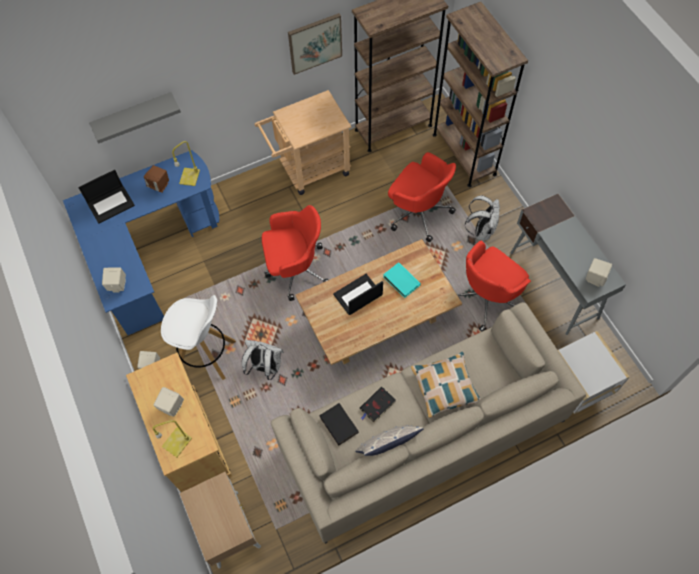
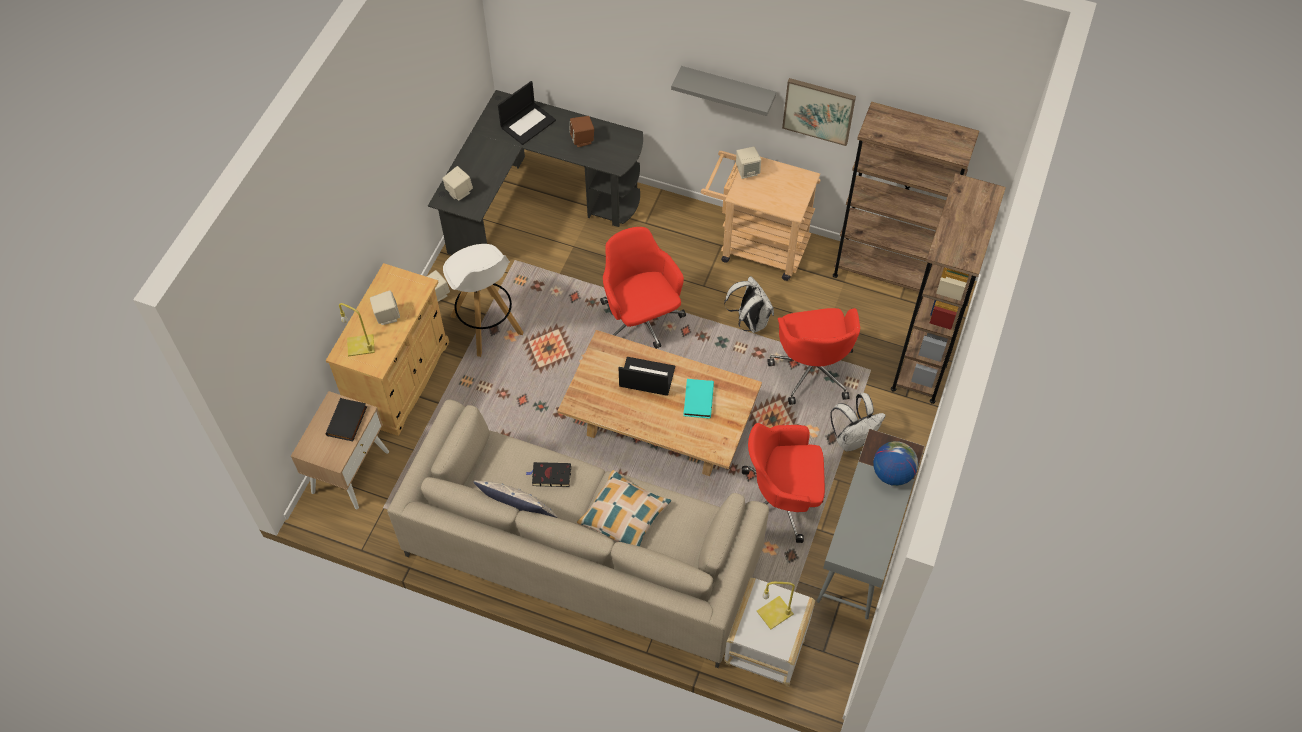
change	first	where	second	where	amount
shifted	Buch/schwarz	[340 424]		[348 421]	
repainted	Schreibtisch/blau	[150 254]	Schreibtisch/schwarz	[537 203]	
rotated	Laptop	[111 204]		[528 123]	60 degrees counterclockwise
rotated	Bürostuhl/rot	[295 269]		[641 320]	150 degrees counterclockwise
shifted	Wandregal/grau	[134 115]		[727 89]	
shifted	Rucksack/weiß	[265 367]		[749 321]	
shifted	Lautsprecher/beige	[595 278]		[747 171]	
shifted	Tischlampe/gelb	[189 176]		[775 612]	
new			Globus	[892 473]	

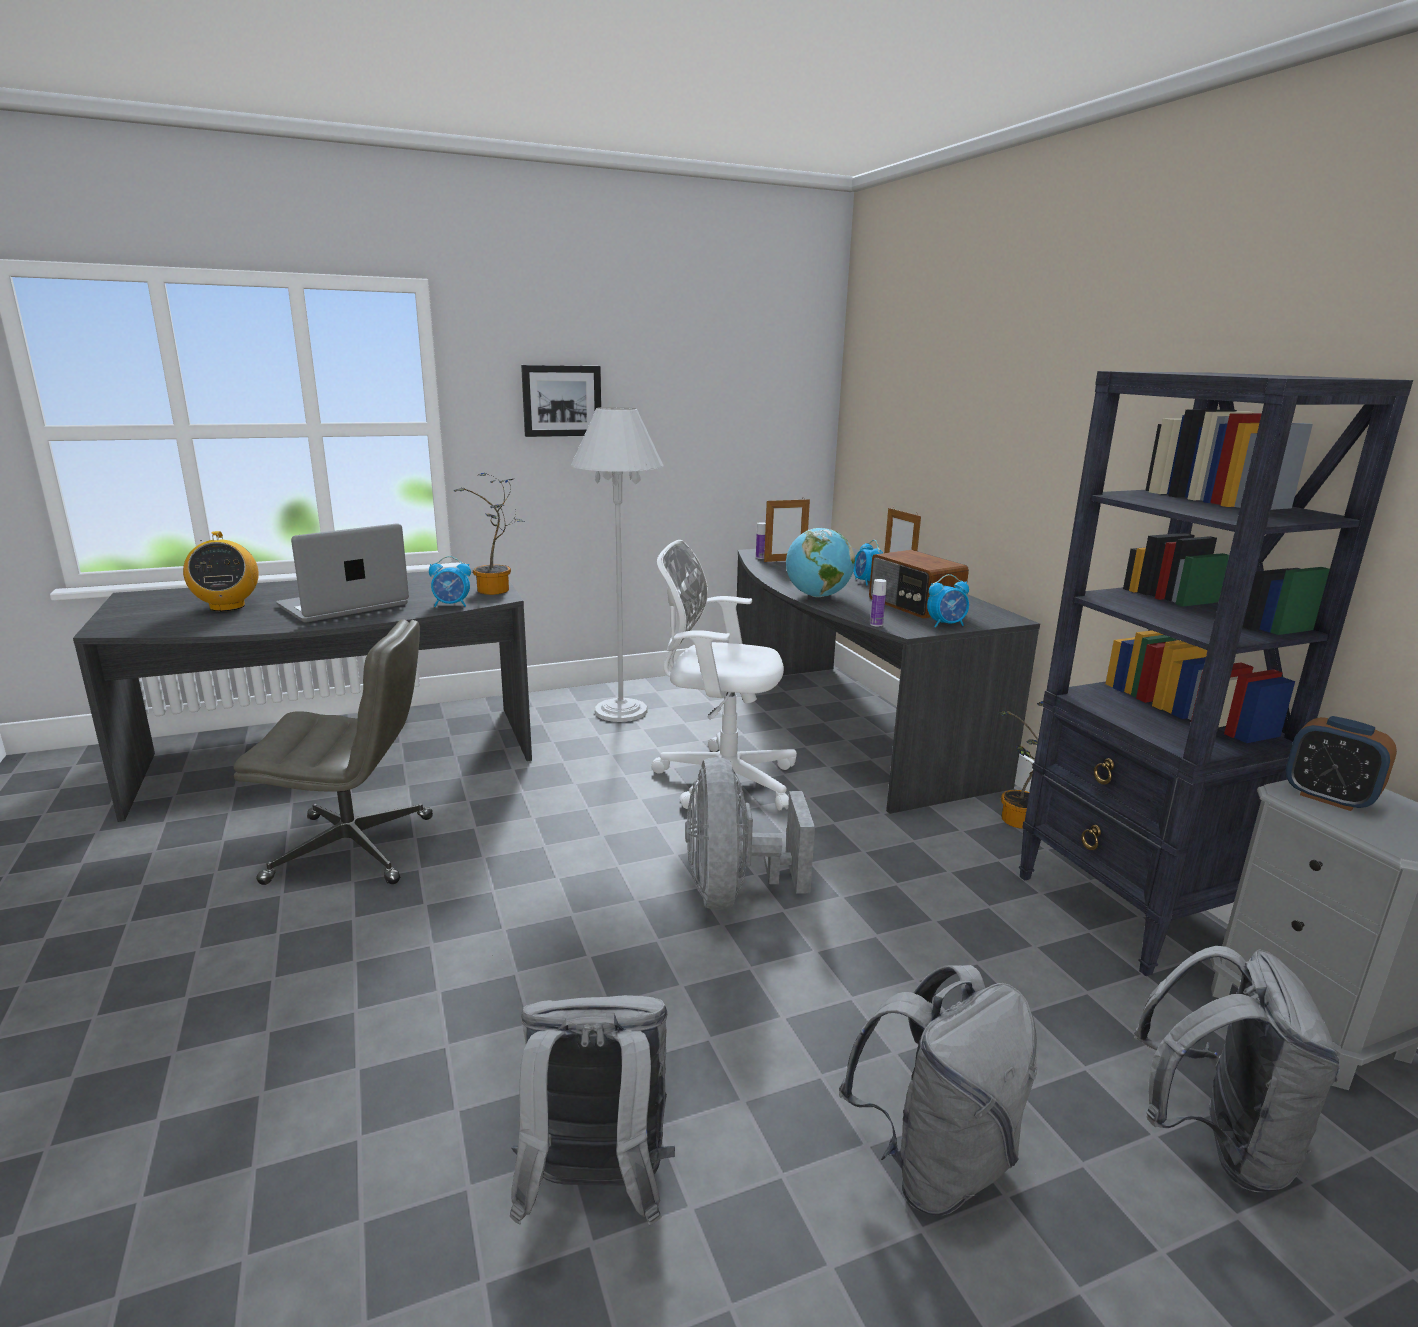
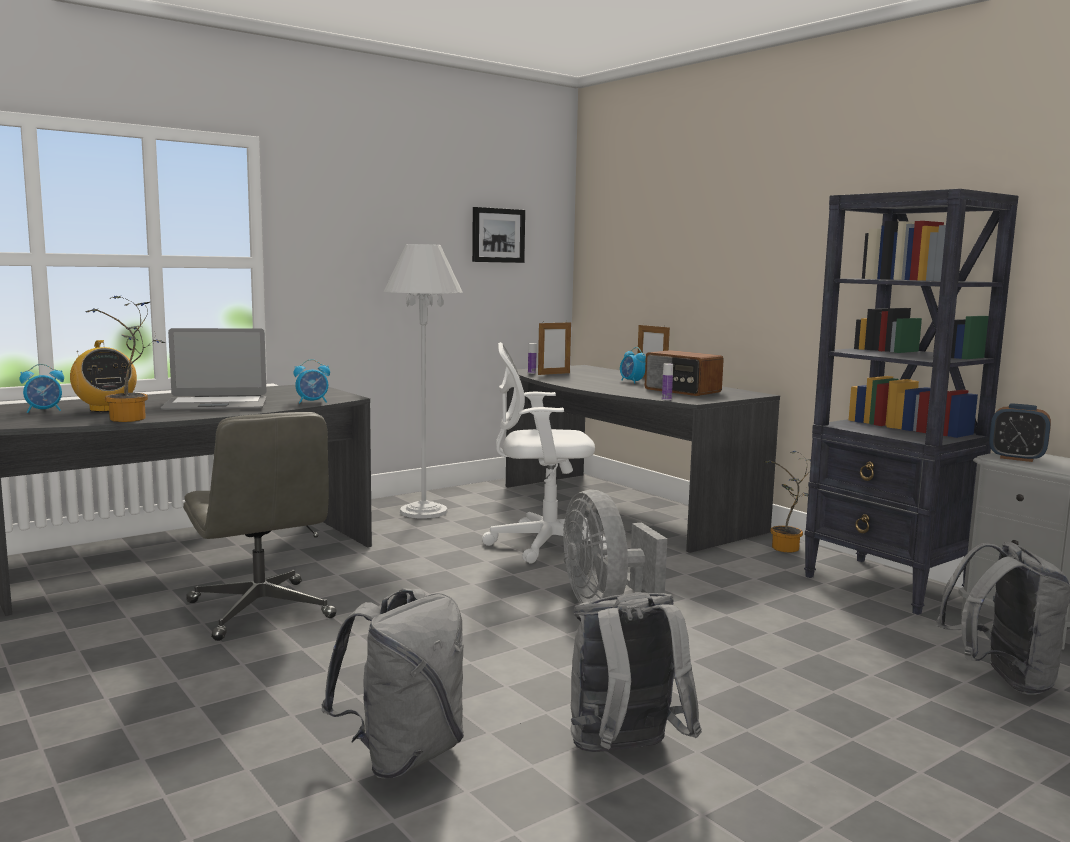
change	first	where	second	where	amount
shifted	Wecker	[946 624]		[44 411]	
shifted	Topfpflanze	[496 591]		[132 419]	
rotated	Laptop	[344 606]		[216 405]	135 degrees counterclockwise
rotated	Bürostuhl/grau	[354 849]		[261 610]	75 degrees clockwise
shifted	Rucksack/grau	[935 1162]		[403 756]	
shifted	Bild	[561 400]		[497 235]	
gone	Globus	[817 596]			

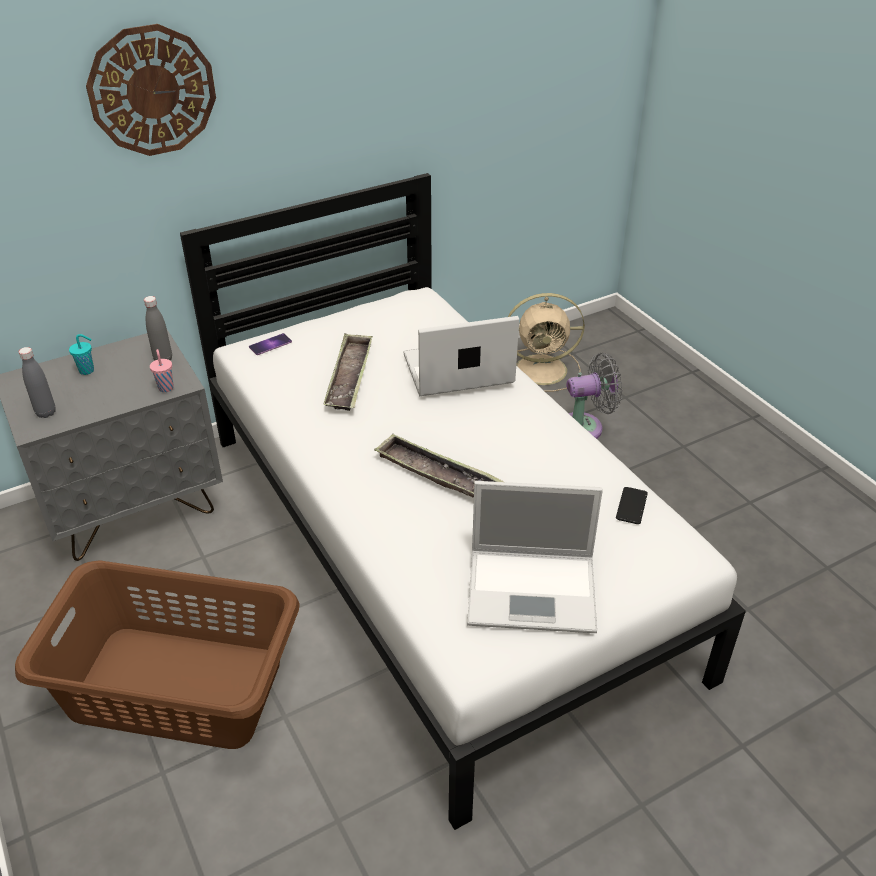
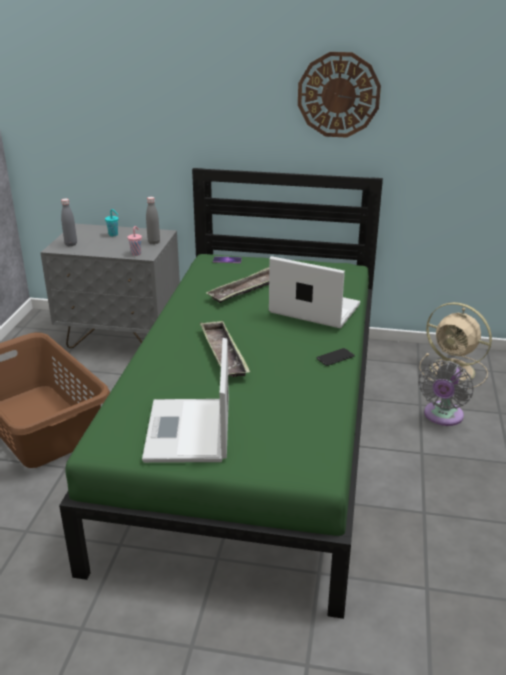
change	first	where	second	where	amount
repainted	Bett/weiß	[439 546]	Bett/grün	[253 433]	
rotated	Laptop	[534 590]		[188 432]	45 degrees clockwise
shifted	Wanduhr	[152 91]		[338 95]	
shifted	Handy	[631 506]		[335 357]	
rotated	Ventilator/grau	[585 427]		[442 416]	90 degrees clockwise

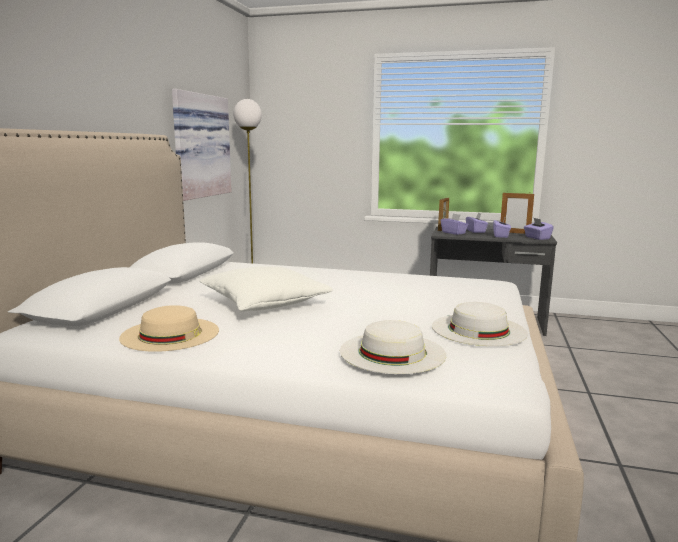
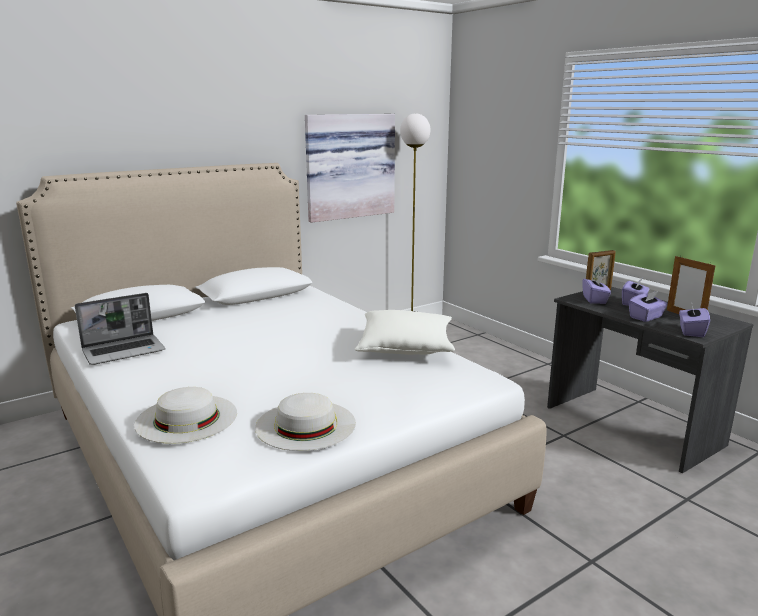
change	first	where	second	where	amount
swapped	Hut/beige	[170 334]	Laptop	[124 351]	
shifted	Kissen/weiß	[265 304]		[406 347]	

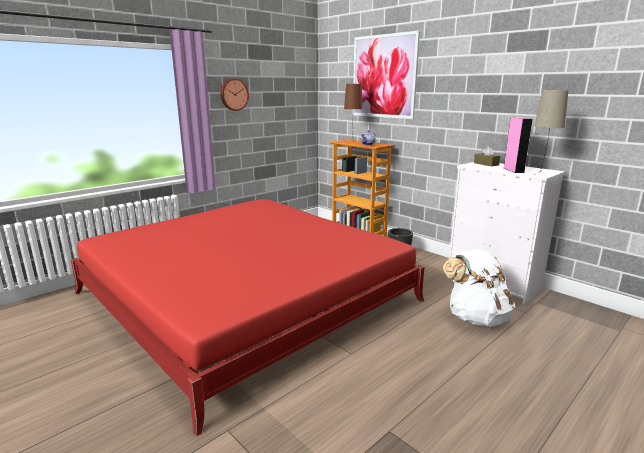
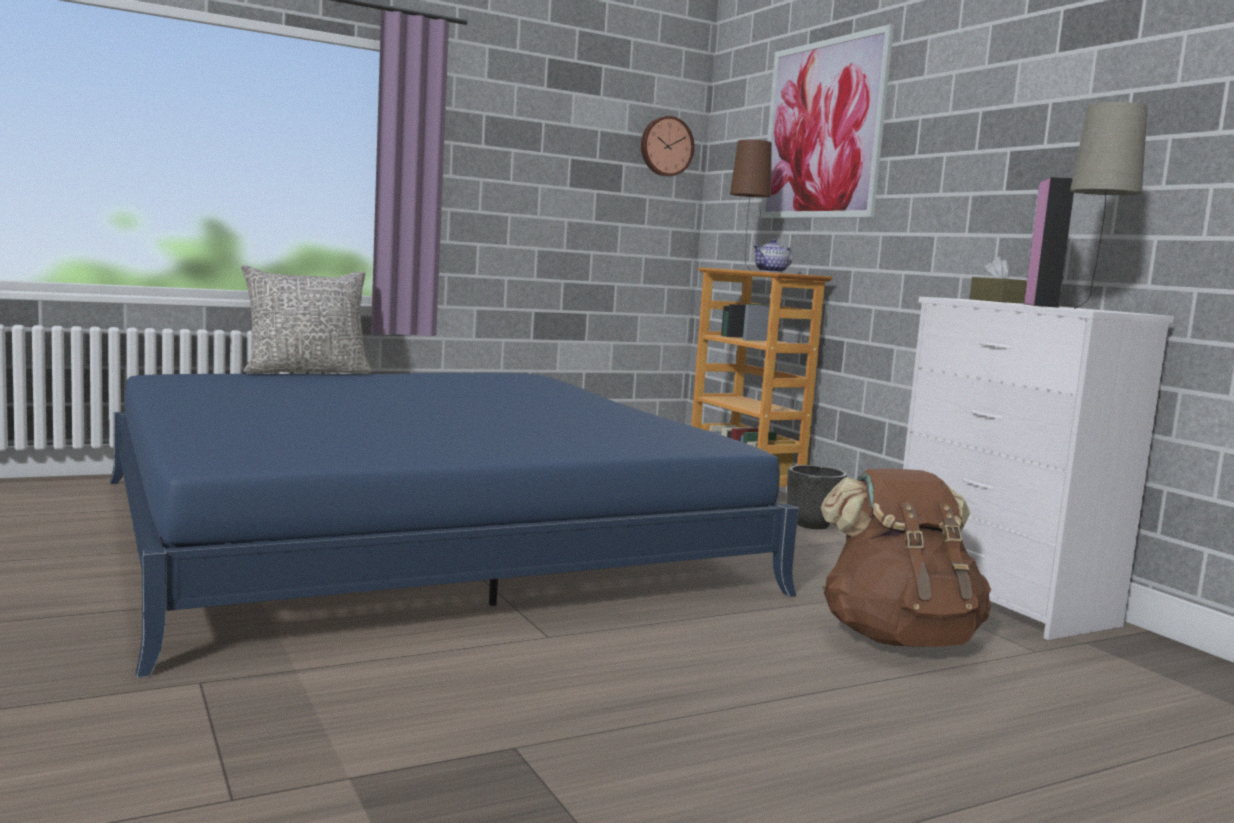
change	first	where	second	where	amount
repainted	Bett/rot	[246 297]	Bett/blau	[413 533]	
new			Kissen/grau	[306 372]	
shifted	Wanduhr	[234 94]		[666 146]	
repainted	Rucksack/weiß	[476 317]	Rucksack/braun	[898 638]	

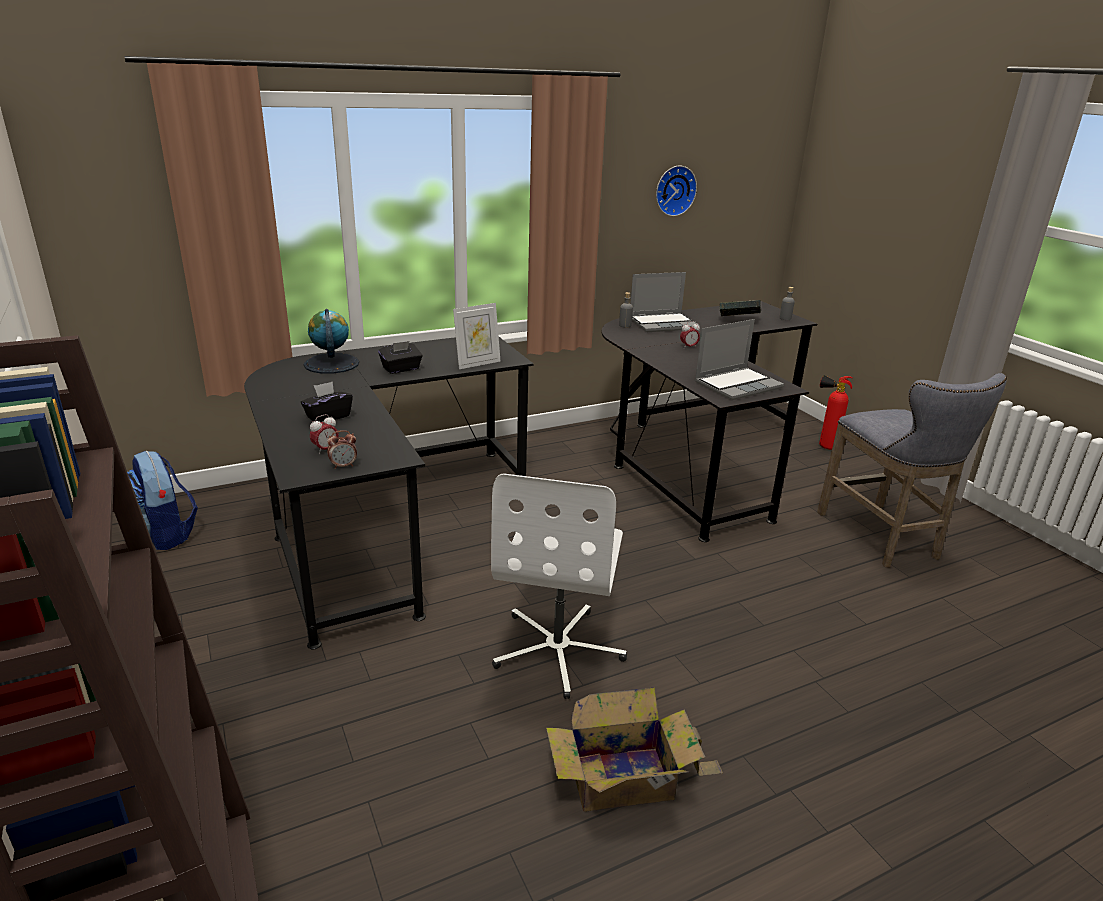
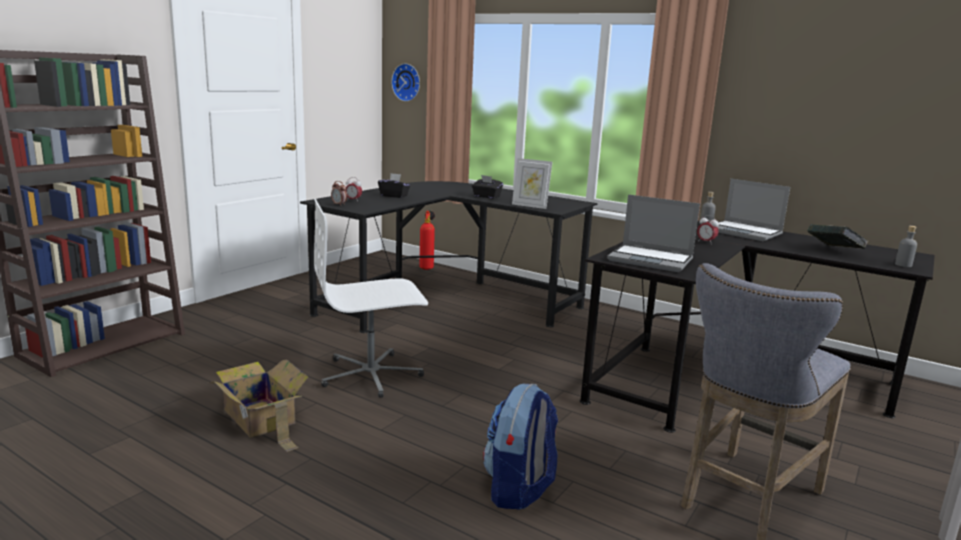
change	first	where	second	where	amount
shifted	Wanduhr	[674 190]		[407 82]	
shifted	Feuerlöscher	[823 446]		[427 268]	
shifted	Rucksack	[166 534]		[519 489]	
gone	Globus	[331 364]			

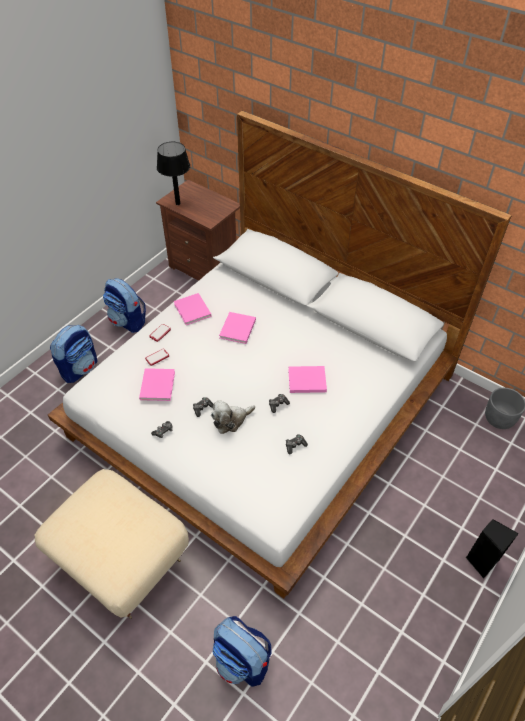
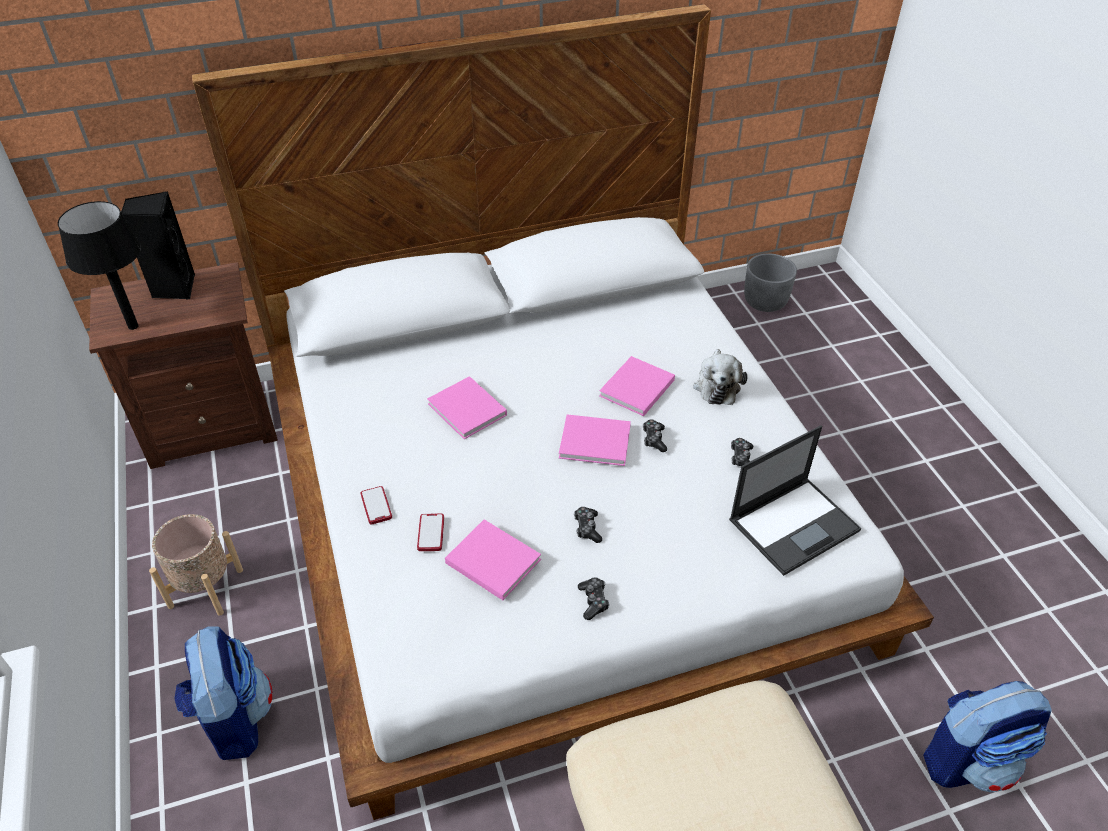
change	first	where	second	where	amount
shifted	Lautsprecher/schwarz	[481 561]		[174 288]	
swapped	Rucksack	[128 321]	Pflanzkübel/beige	[205 588]	
shifted	Buch/rosa	[193 311]		[597 442]	
shifted	Plüschtier	[231 420]		[717 385]	
new			Laptop	[794 524]	

